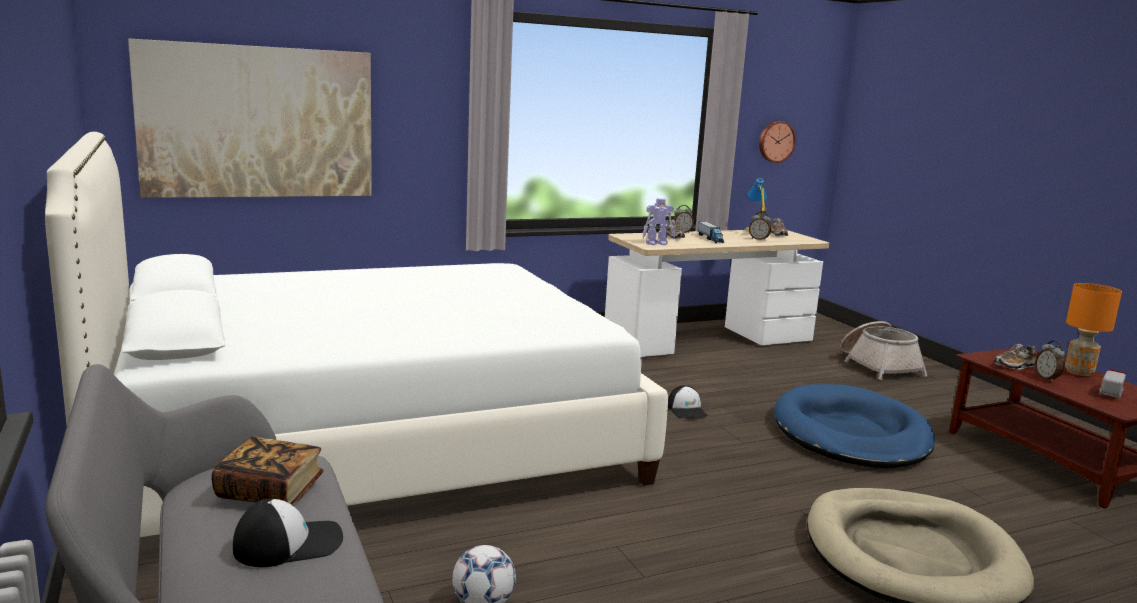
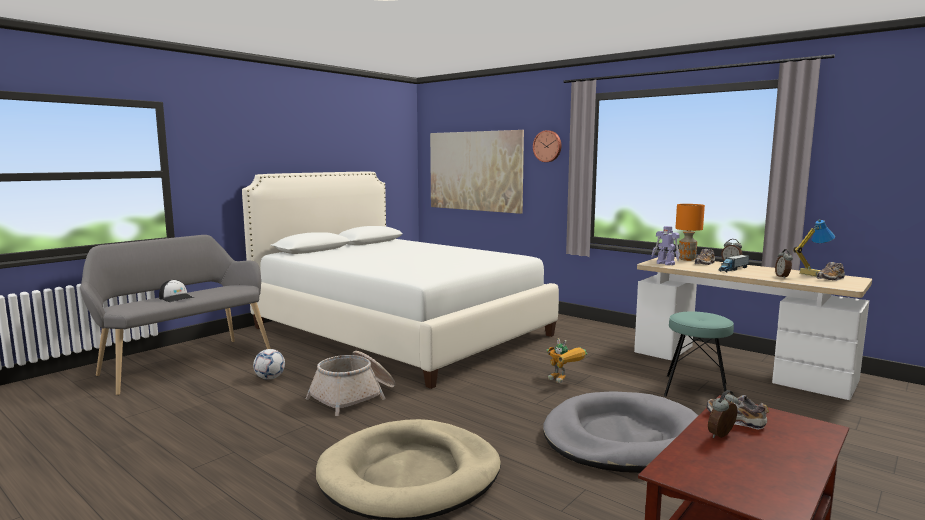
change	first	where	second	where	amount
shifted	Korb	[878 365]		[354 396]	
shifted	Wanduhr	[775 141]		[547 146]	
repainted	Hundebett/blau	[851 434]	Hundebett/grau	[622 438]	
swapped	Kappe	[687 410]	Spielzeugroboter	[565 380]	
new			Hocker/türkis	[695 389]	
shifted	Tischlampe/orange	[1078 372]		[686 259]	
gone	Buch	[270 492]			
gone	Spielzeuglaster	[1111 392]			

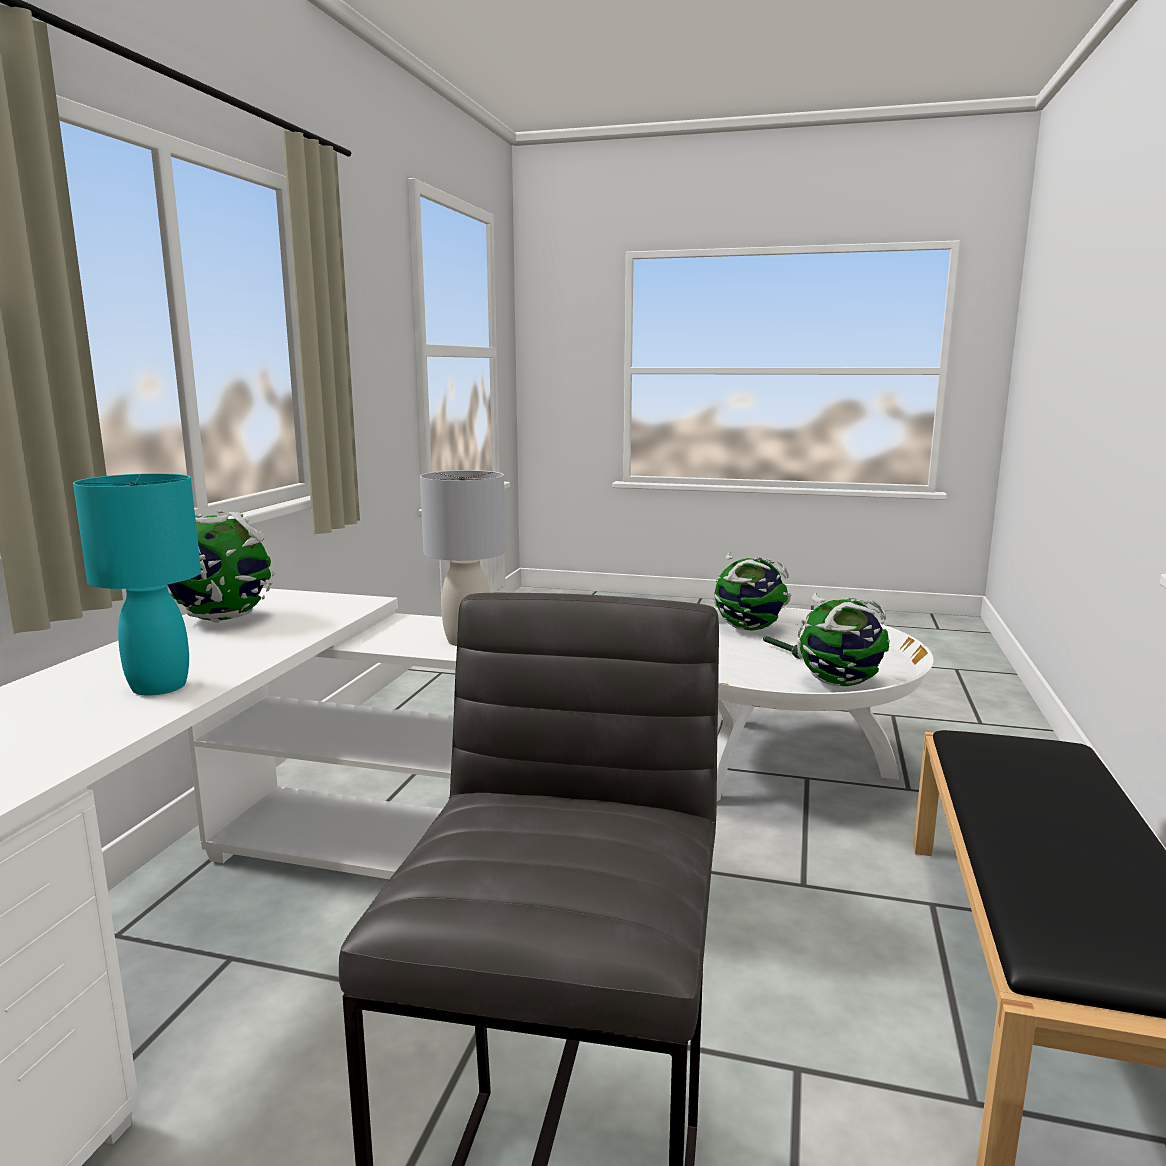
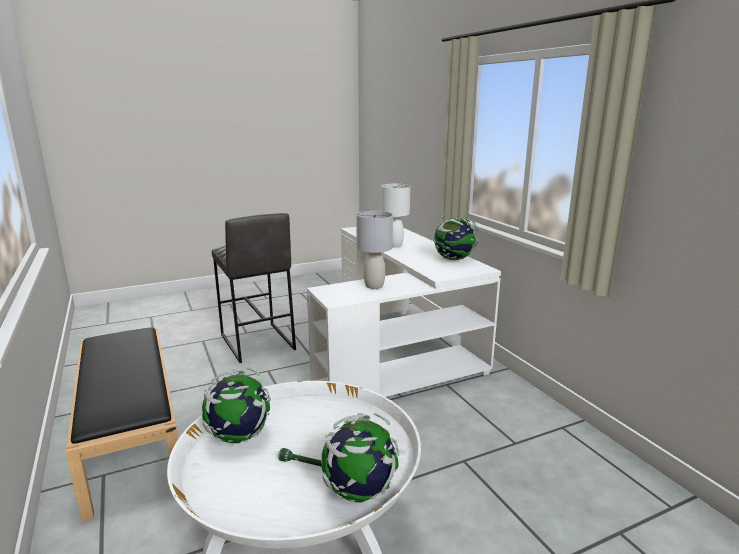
change	first	where	second	where	amount
repainted	Tischlampe/türkis	[158 686]	Tischlampe/weiß	[394 245]	

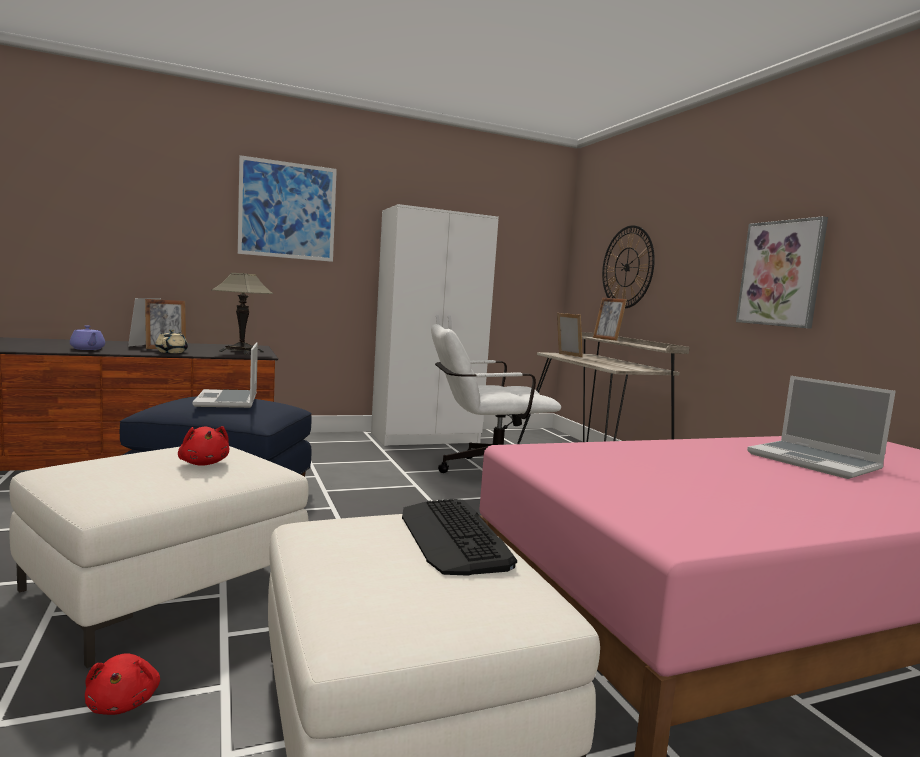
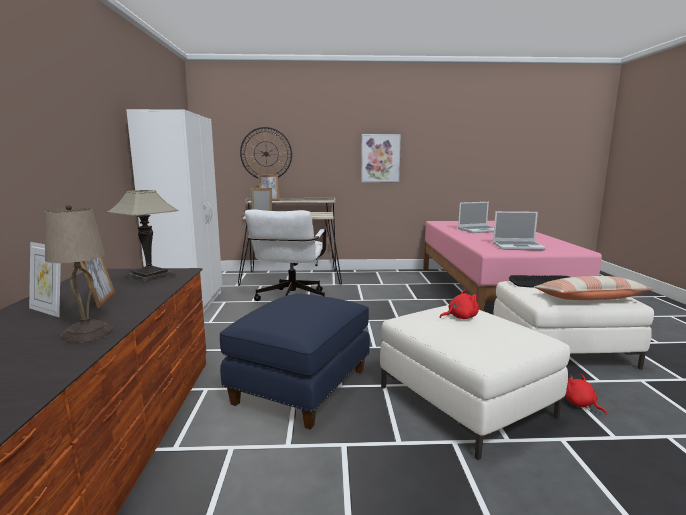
change	first	where	second	where	amount
swapped	Teekanne/lila	[88 349]	Tischlampe/beige	[86 333]	
shifted	Laptop	[228 401]		[518 246]	
new			Kissen	[589 299]	
rotated	Plüschtier/rot	[124 703]		[581 404]	120 degrees counterclockwise
gone	Teekanne/beige	[172 352]			
gone	Bild	[287 210]			

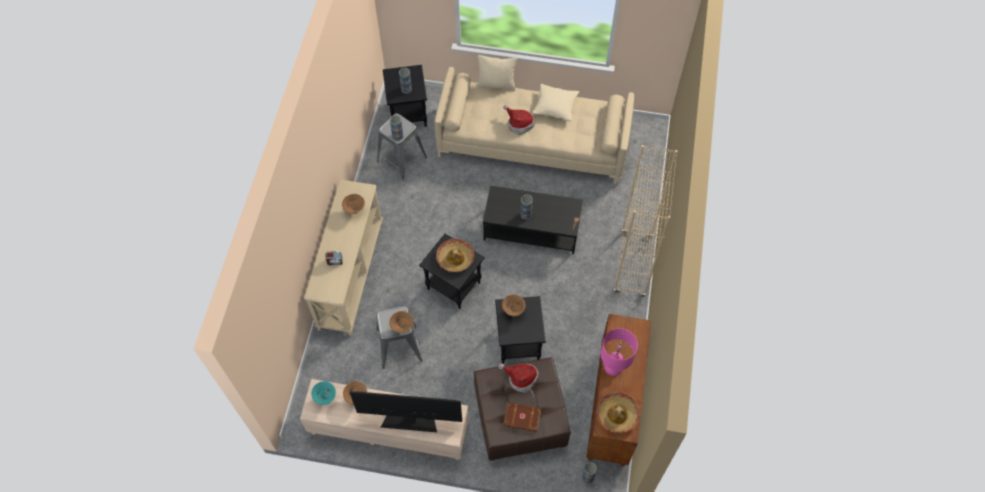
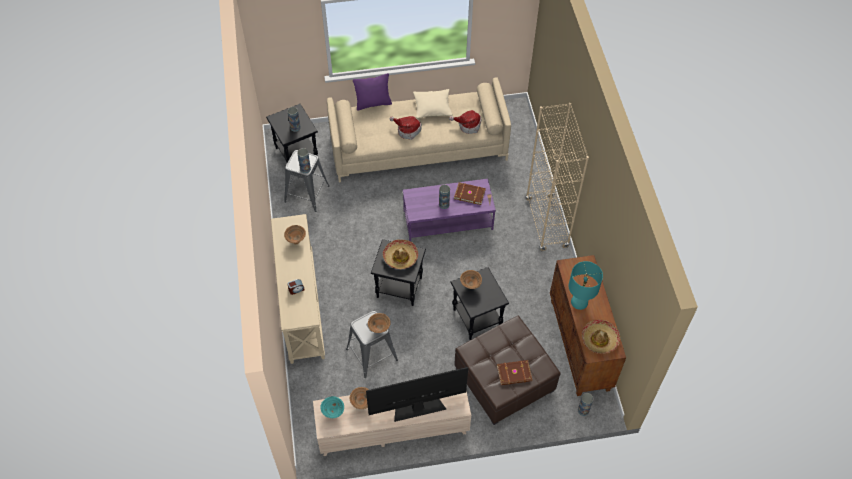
change	first	where	second	where	amount
repainted	Kissen/beige	[496 84]	Kissen/lila	[373 103]	
repainted	Couchtisch/schwarz	[532 229]	Couchtisch/lila	[448 219]	
shifted	Hut	[520 378]		[468 125]	
new			Buch/braun	[469 194]	
repainted	Tischlampe/rosa	[614 366]	Tischlampe/türkis	[579 302]	

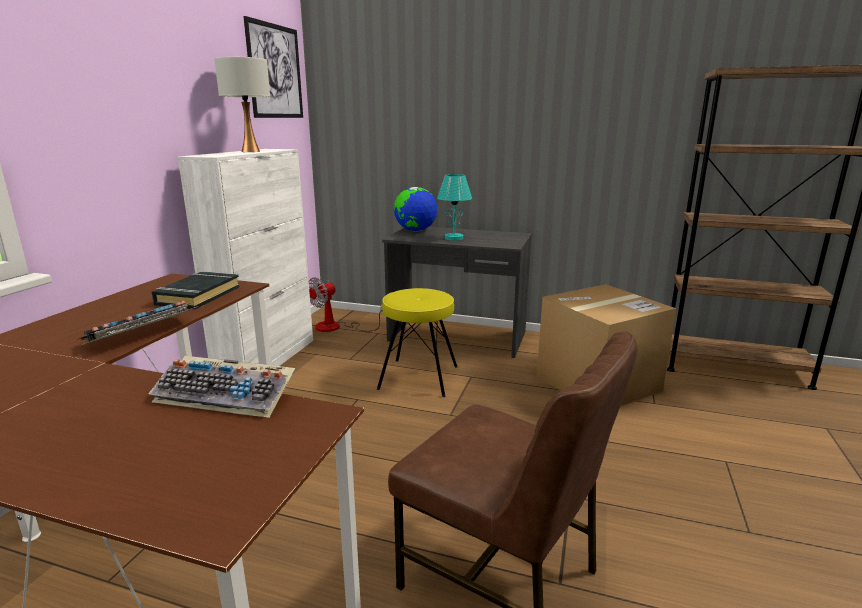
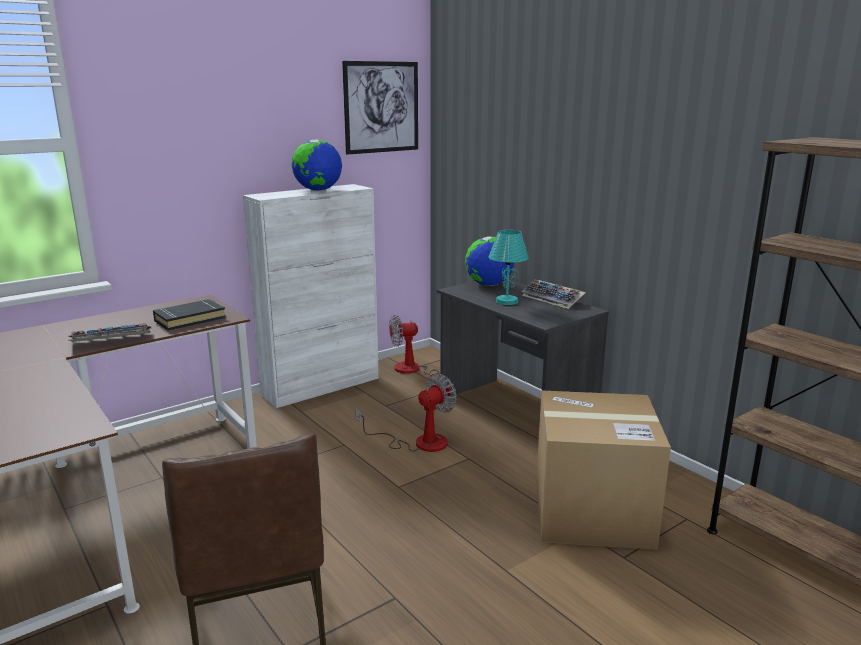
change	first	where	second	where	amount
swapped	Tischlampe/weiß	[250 151]	Globus	[318 190]	
swapped	Hocker/gelb	[418 377]	Ventilator	[419 442]	
shifted	Tastatur	[228 395]		[553 299]	

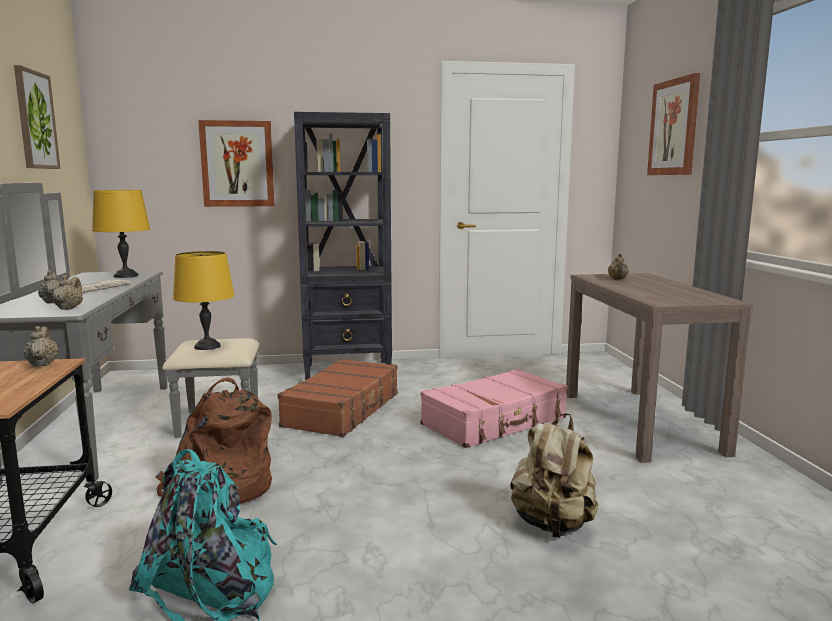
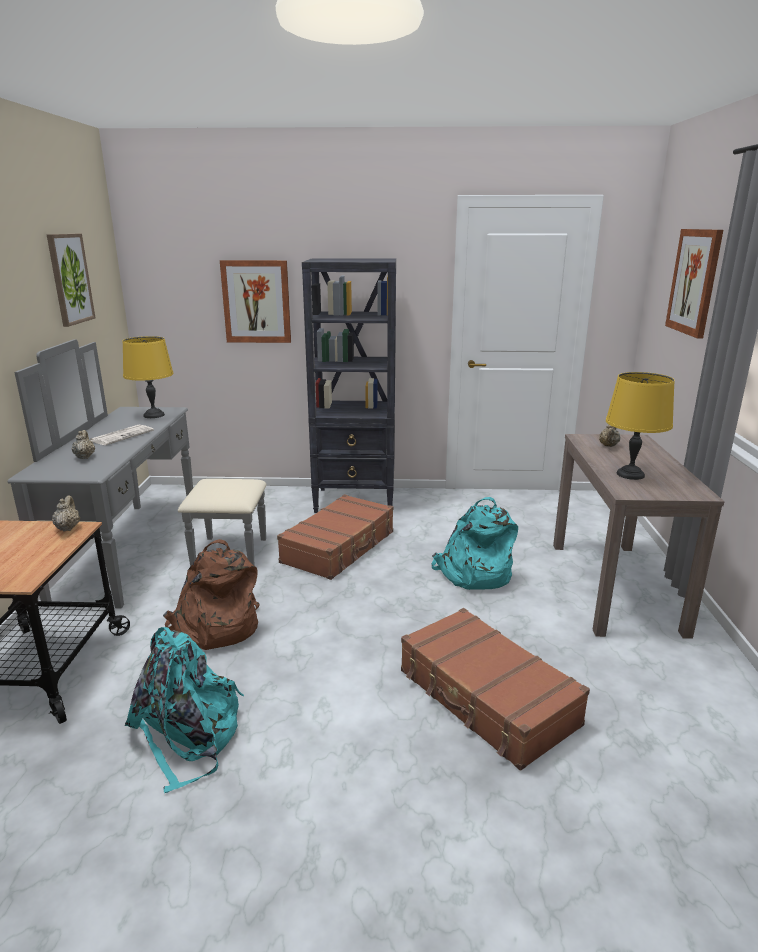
change	first	where	second	where	amount
swapped	Rucksack/beige	[553 525]	Koffer/braun	[486 698]	
swapped	Koffer/rosa	[495 422]	Rucksack/türkis	[473 573]	
shifted	Tischlampe/gelb	[207 346]		[629 474]	
gone	Teekanne/beige	[69 308]			

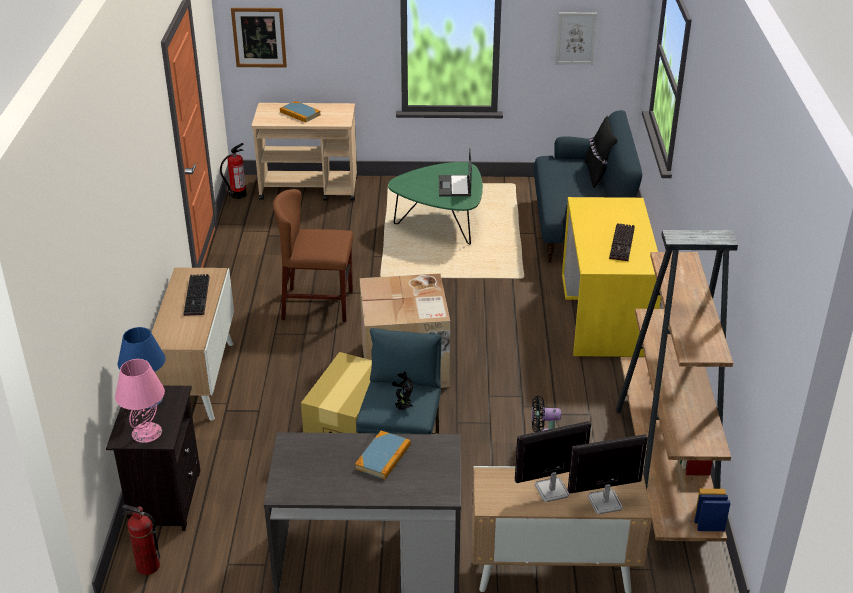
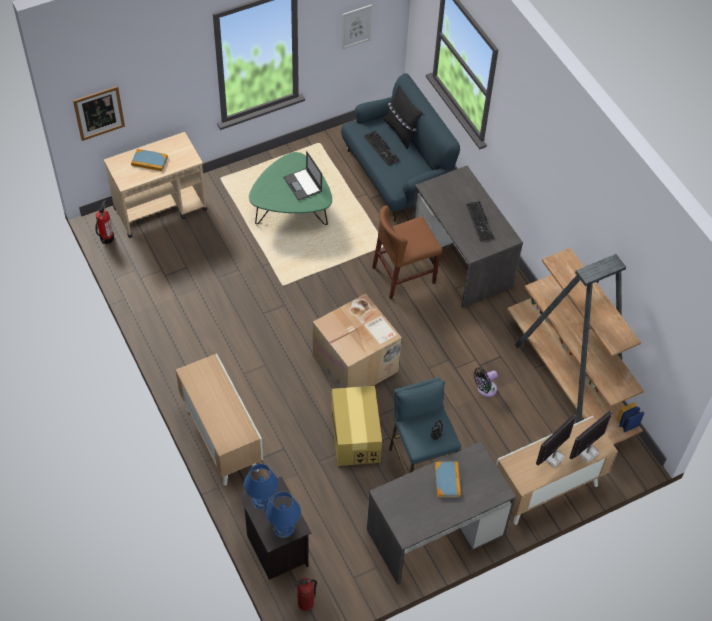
change	first	where	second	where	amount
repainted	Tischlampe/rosa	[146 432]	Tischlampe/blau	[283 527]	
shifted	Tastatur	[198 296]		[382 148]	
shifted	Stuhl/braun	[318 305]		[404 275]	
repainted	Schreibtisch/gelb	[605 314]	Schreibtisch/grau	[462 259]	

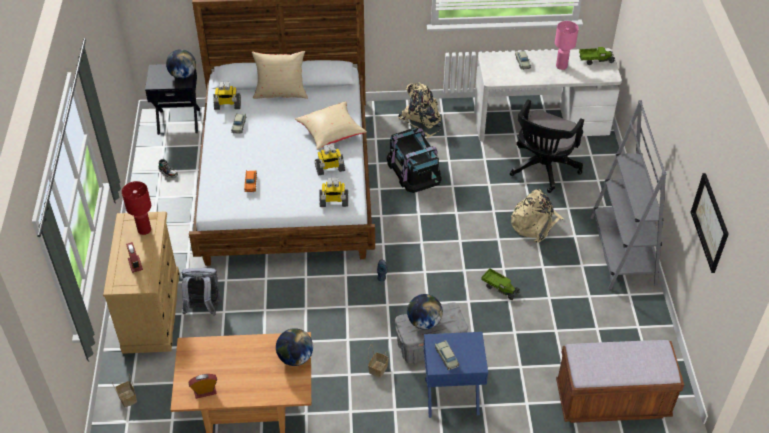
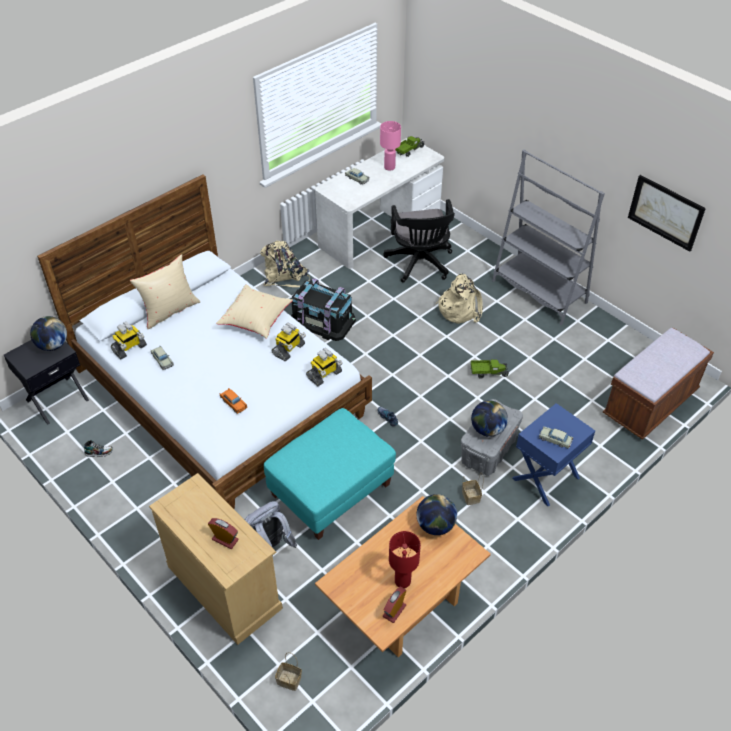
change	first	where	second	where	amount
new			Polsterhocker/türkis	[331 490]	
shifted	Tischlampe/rot	[144 230]		[402 581]	

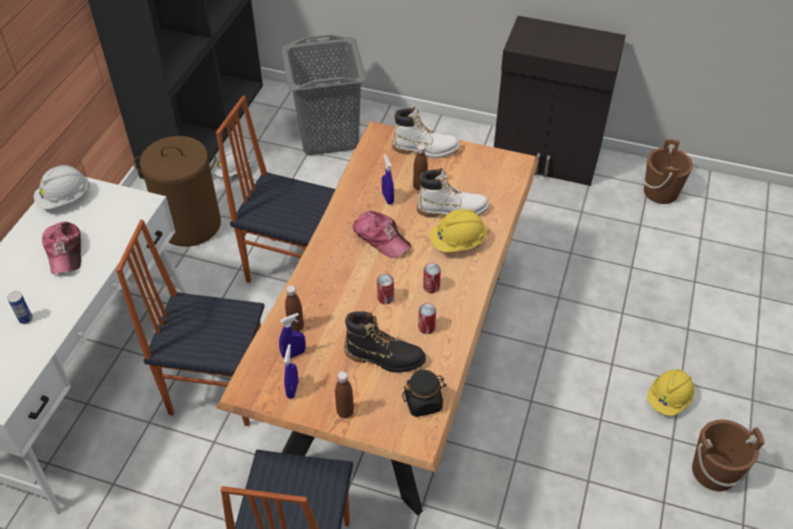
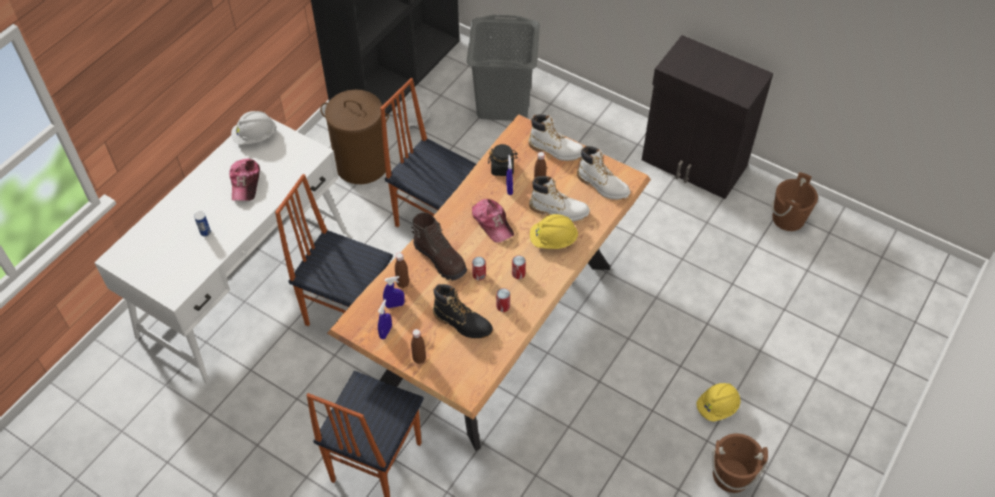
change	first	where	second	where	amount
new			Stiefel/braun	[440 259]	
shifted	Vorratsglas/schwarz	[423 402]		[502 168]	
new			Stiefel/weiß	[603 186]	

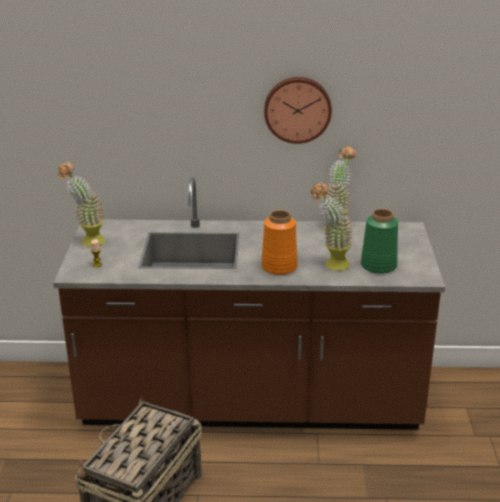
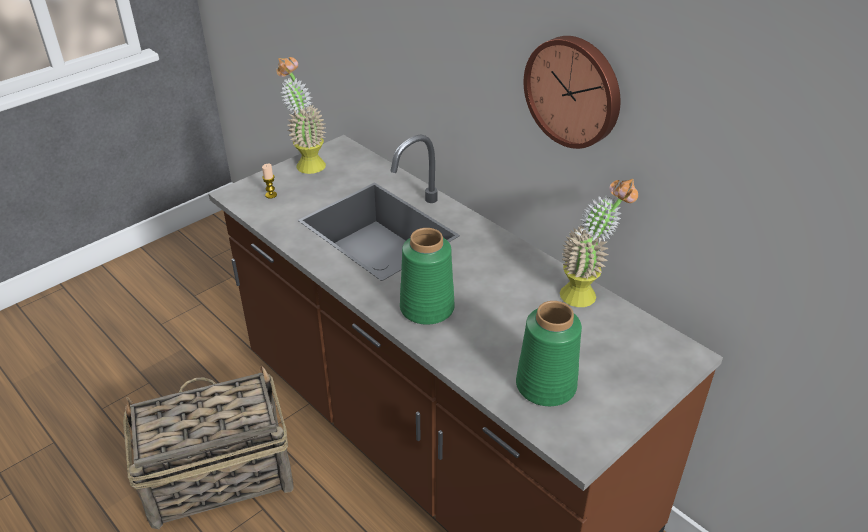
change	first	where	second	where	amount
repainted	Vase/orange	[279 267]	Vase/grün	[426 308]	
gone	Topfpflanze	[330 264]			

